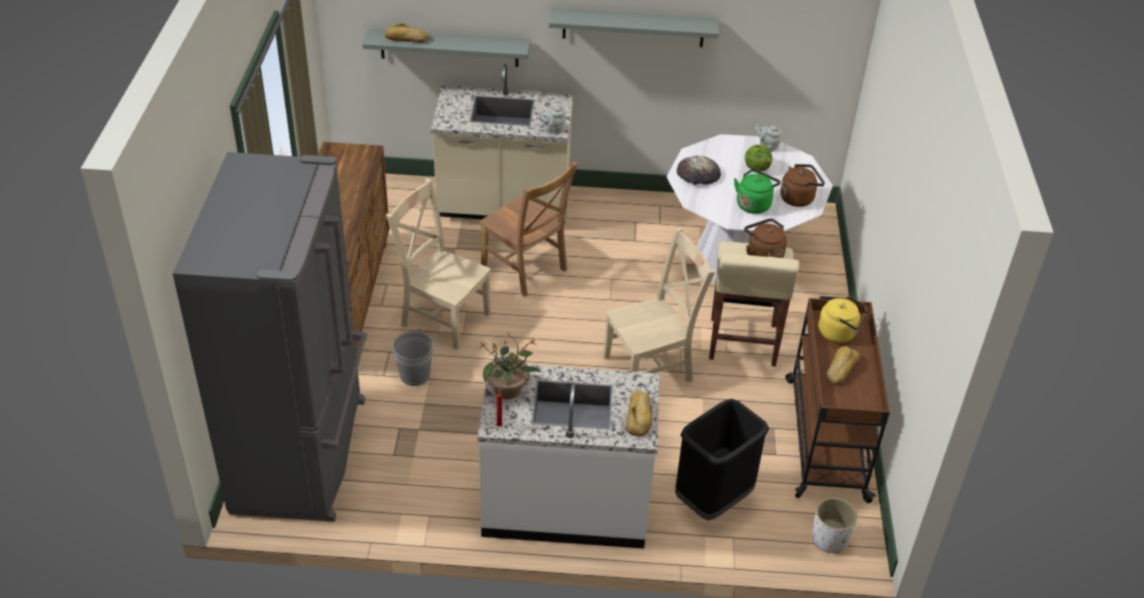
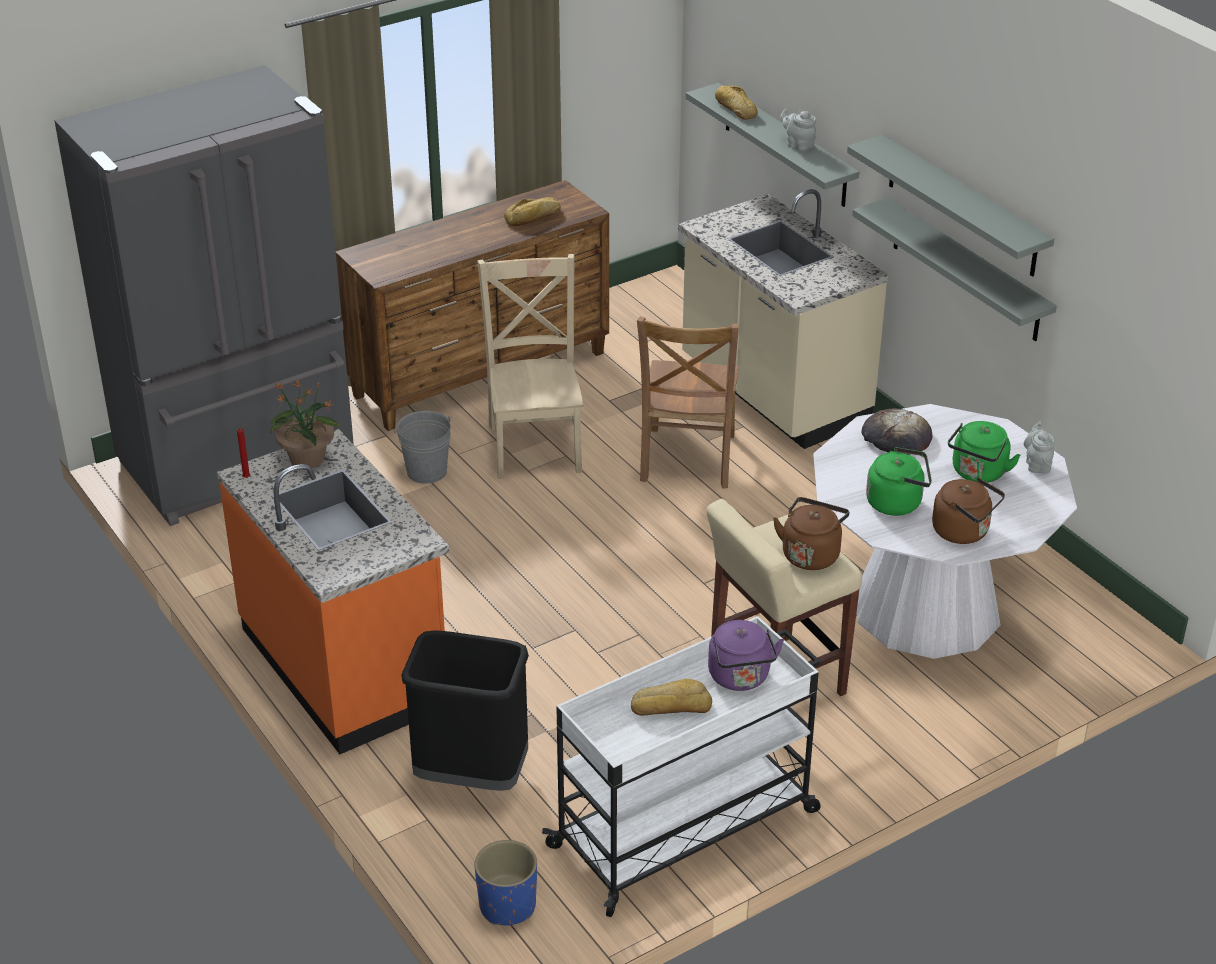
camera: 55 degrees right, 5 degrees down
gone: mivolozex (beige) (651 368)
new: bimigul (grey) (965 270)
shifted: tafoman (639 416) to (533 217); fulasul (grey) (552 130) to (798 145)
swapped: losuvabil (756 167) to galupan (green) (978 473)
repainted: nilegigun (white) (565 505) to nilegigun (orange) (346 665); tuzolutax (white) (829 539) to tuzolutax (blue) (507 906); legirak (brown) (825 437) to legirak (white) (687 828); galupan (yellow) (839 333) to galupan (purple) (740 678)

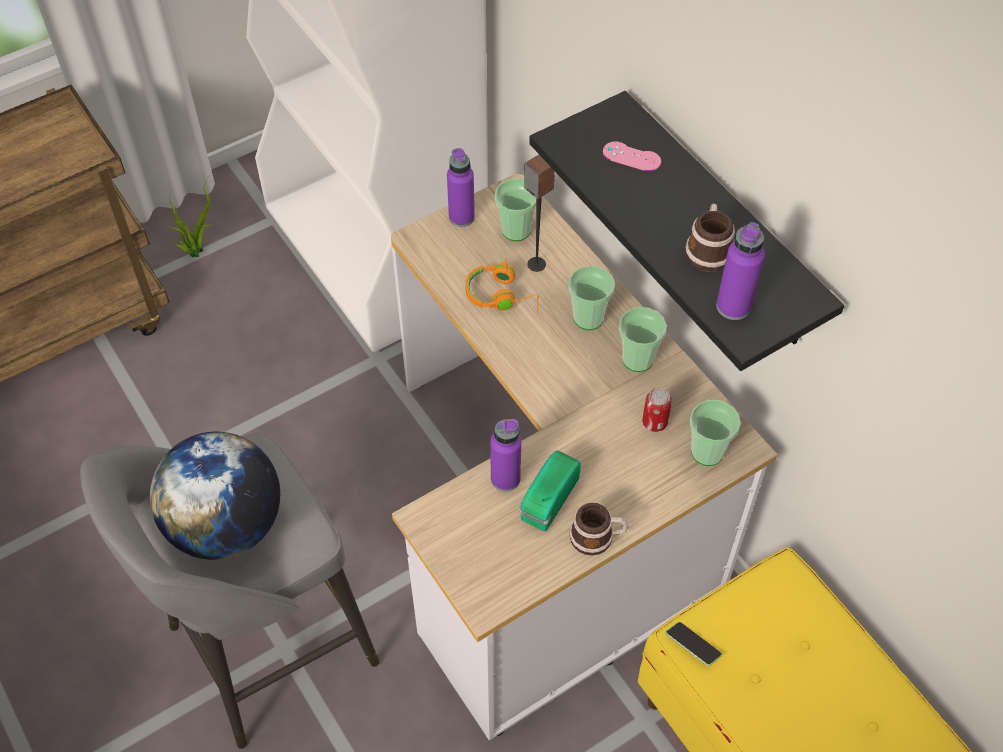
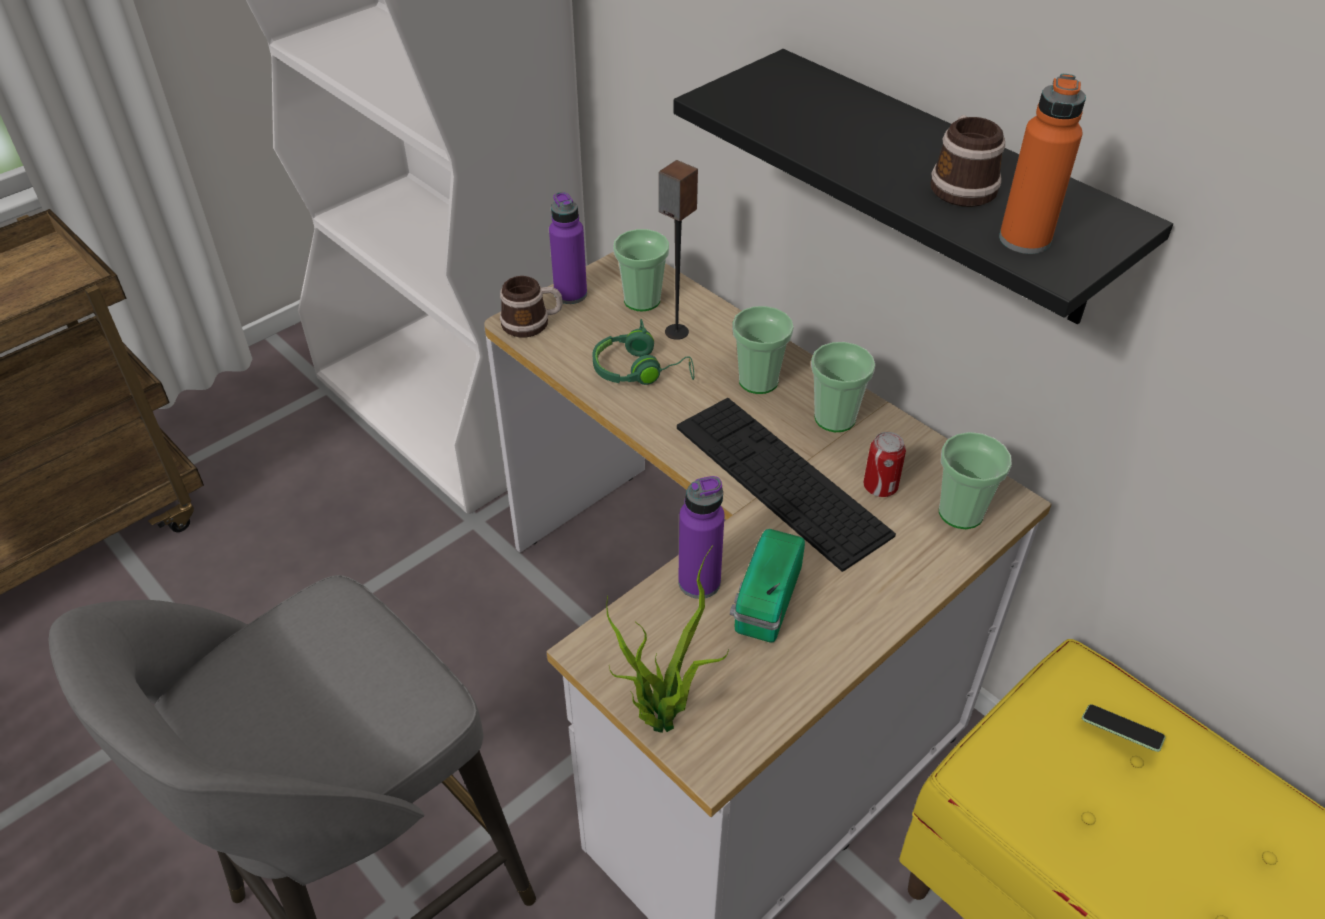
camera: 10 degrees left, 10 degrees down
gone: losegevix (227 525); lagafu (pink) (631 157)
new: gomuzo (780 479)
shifted: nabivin (597 537) to (532 323); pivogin (196 250) to (660 713); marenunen (692 647) to (1119 733)
repainted: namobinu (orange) (502 296) to namobinu (green) (641 370); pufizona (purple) (733 306) to pufizona (orange) (1024 240)

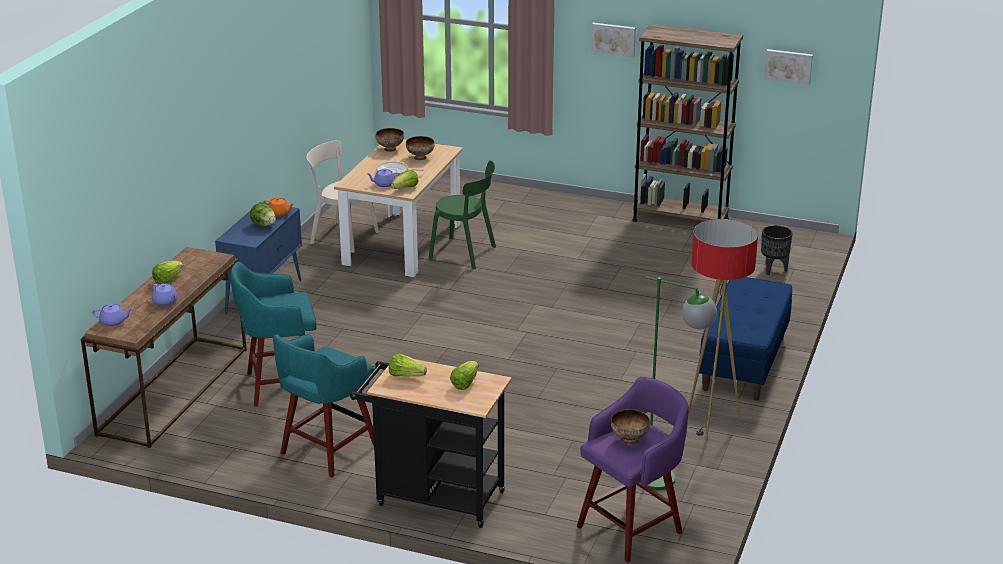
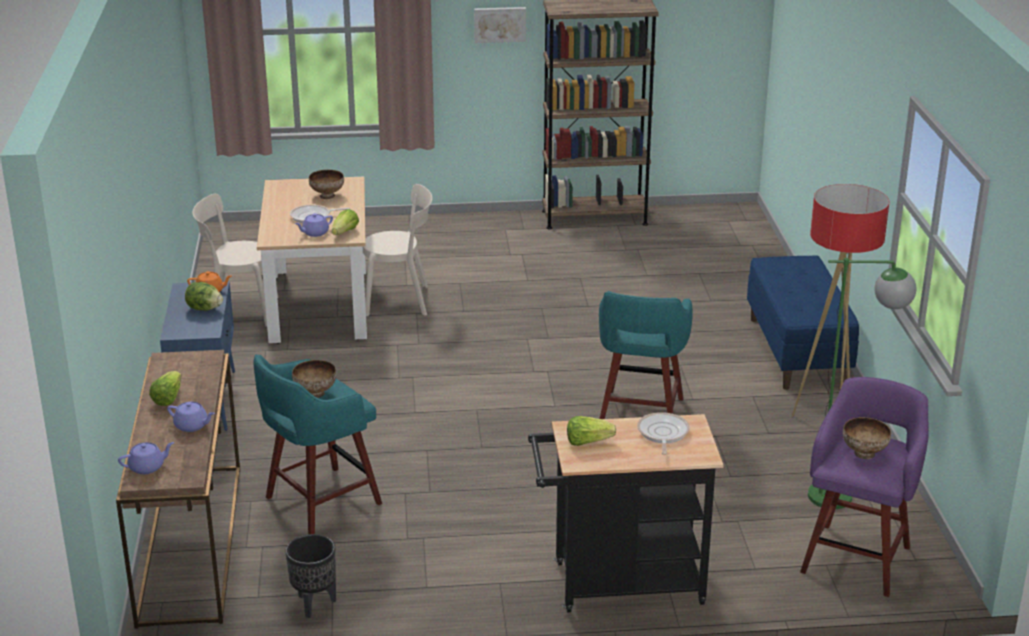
camera: 25 degrees left, 0 degrees up
gone: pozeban (788 66)
shifted: tuzolutax (black) (774 270) to (315 604); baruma (390 149) to (315 394); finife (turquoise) (327 450) to (640 416)
swapped: losuvabil (465 383) to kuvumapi (662 434)
repainted: mivolozex (green) (465 254) to mivolozex (beige) (401 300)

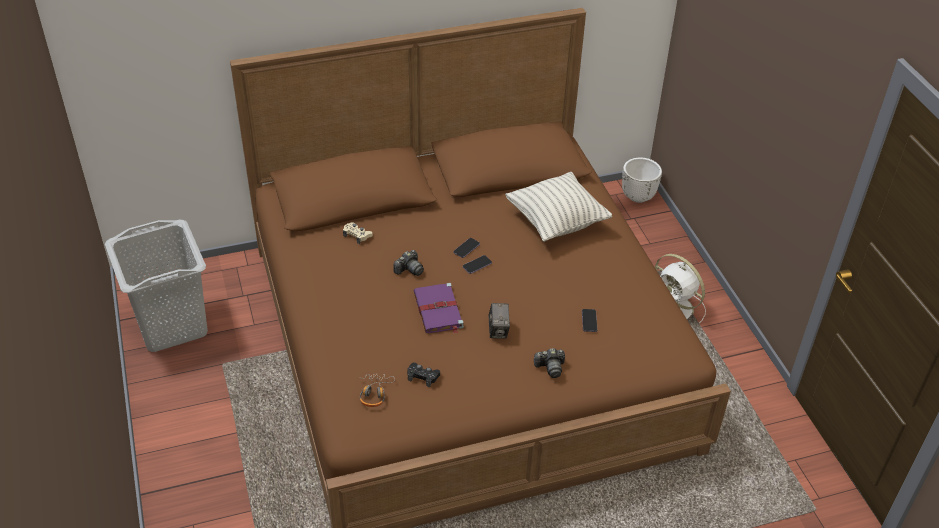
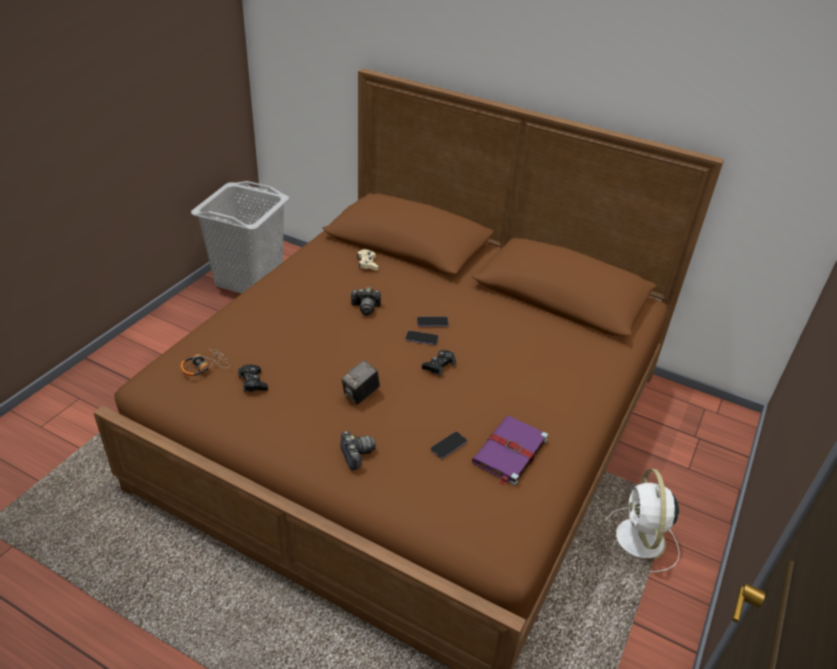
camera: 45 degrees right, 5 degrees down
gone: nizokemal (556 222); tuzolutax (white) (638 196)
new: lagafu (black) (439 366)
shifted: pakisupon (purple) (438 311) to (509 452)
rotated: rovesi (550 367) = (356 455) 150 degrees counterclockwise

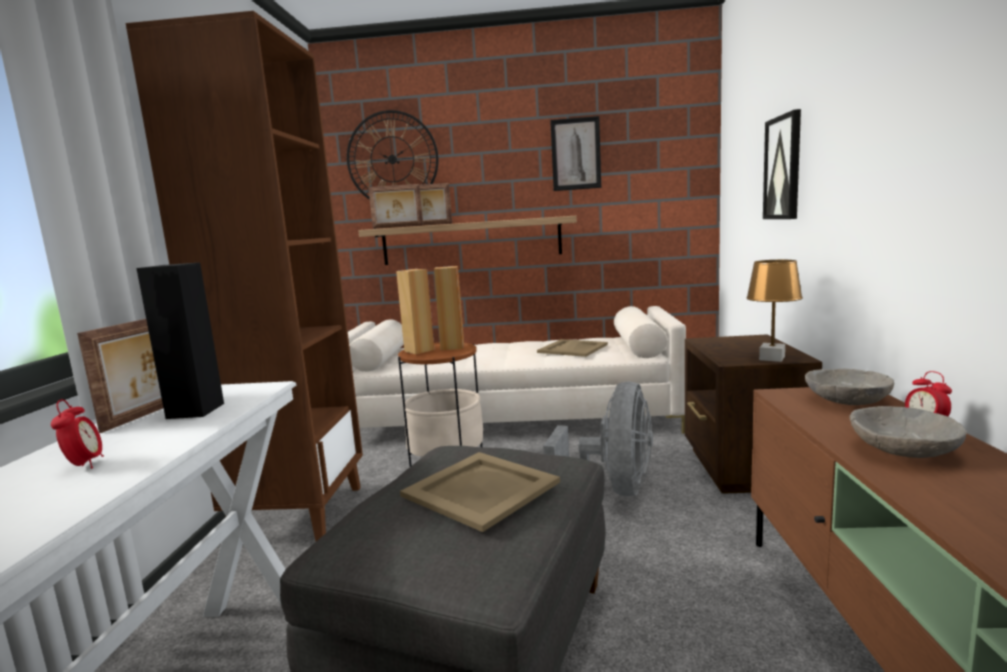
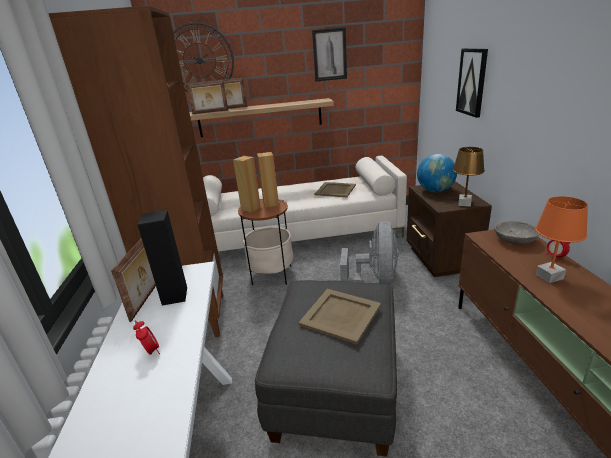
camera: 10 degrees left, 15 degrees up
new: losegevix (435 191)
swapped: baruma (grey) (902 451) to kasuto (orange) (549 276)

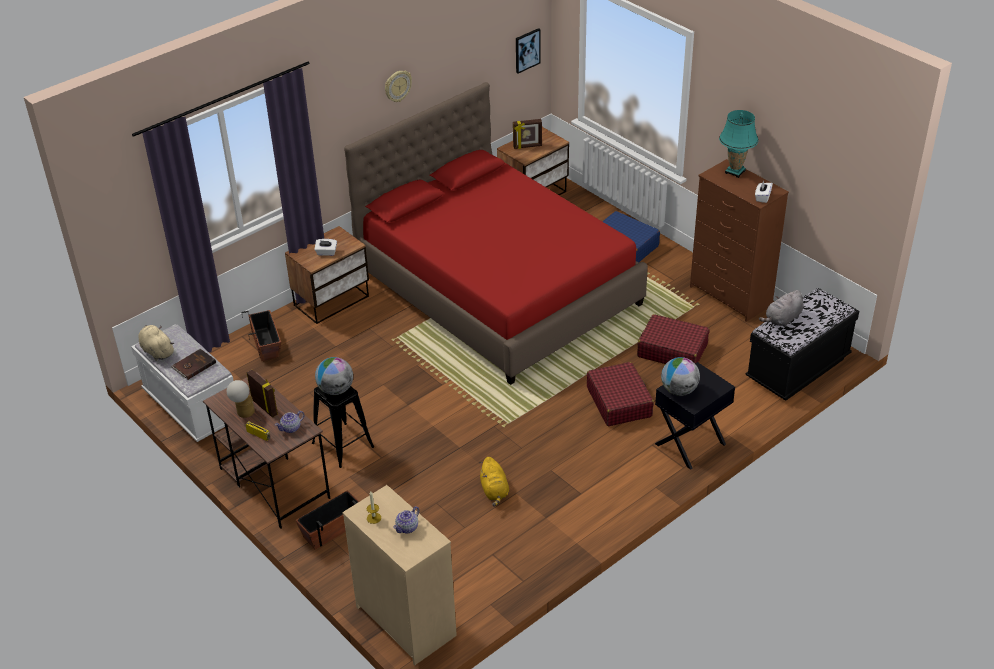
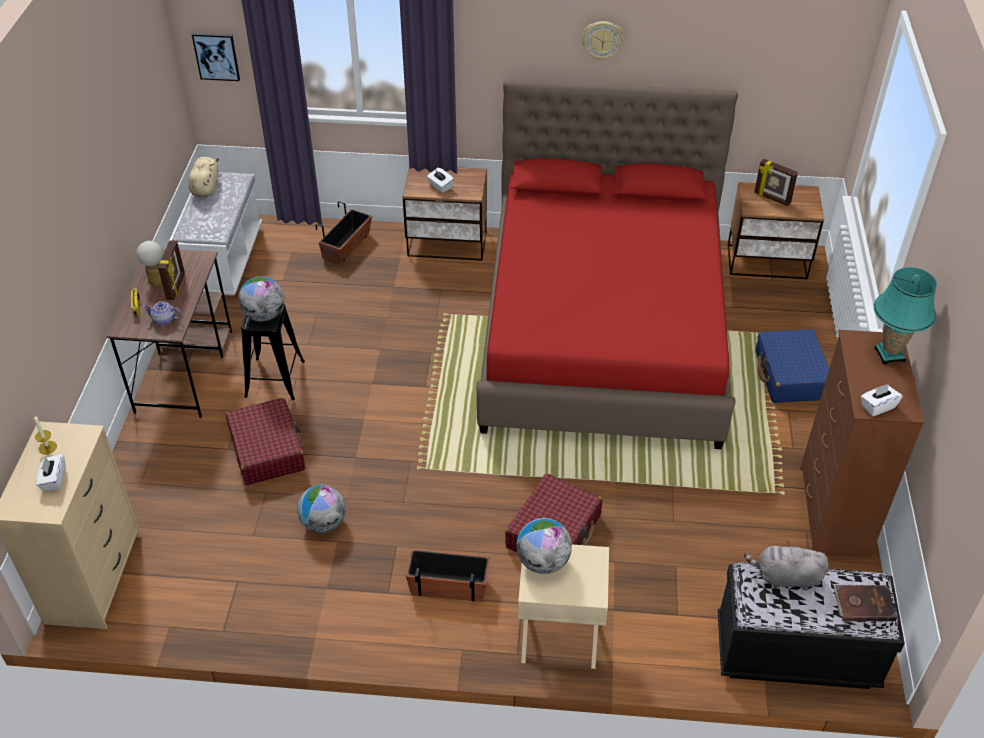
camera: 45 degrees right, 5 degrees up
shifted: pozeban (527 50) to (216 56); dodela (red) (672 350) to (267 450); tuzolutax (332 529) to (448 585); pakisupon (brown) (193 365) to (863 604)
swapped: fulasul (407 527) to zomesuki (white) (54 480); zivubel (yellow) (494 491) to losegevix (323 523)
repainted: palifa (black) (691 444) to palifa (beige) (559 636)

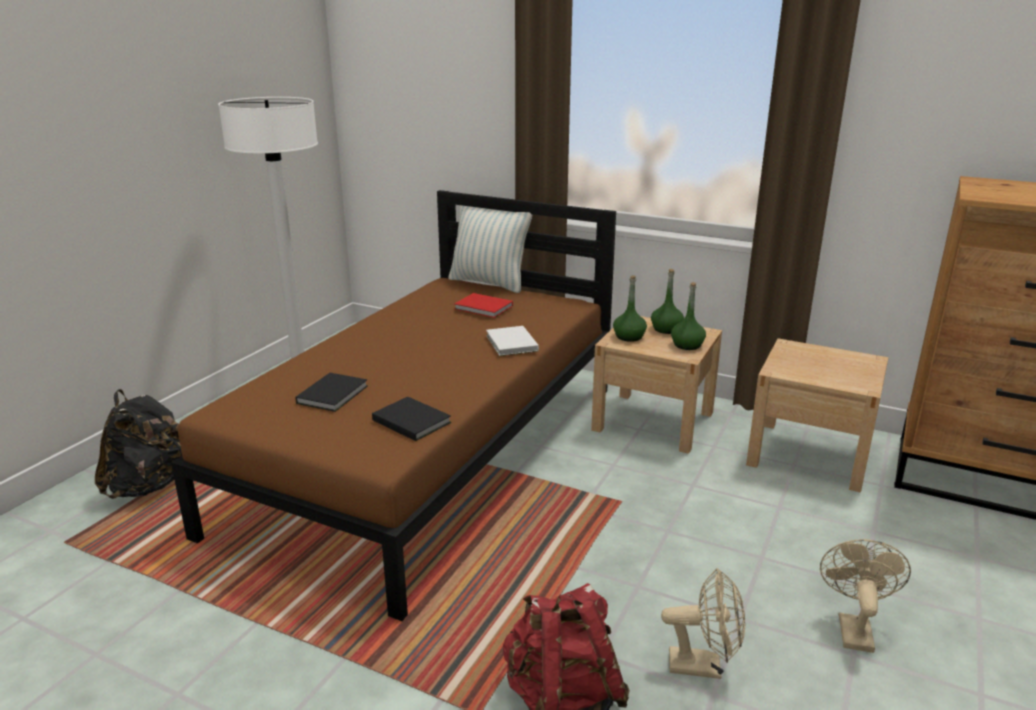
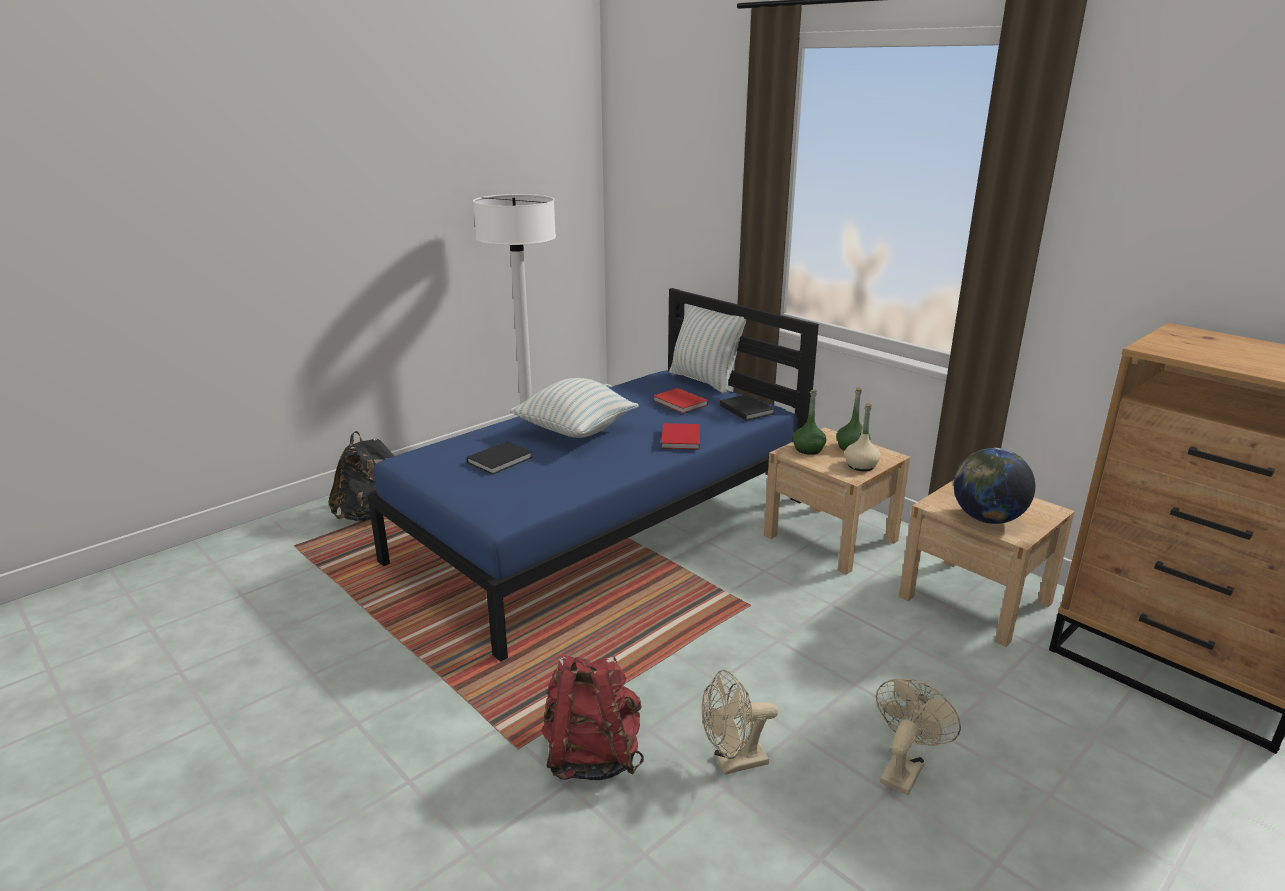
camera: 20 degrees right, 0 degrees up
new: nizokemal (575 432); losegevix (987 519)
shifted: pakisupon (black) (411 420) to (746 409)
repainted: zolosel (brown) (431 454) to zolosel (blue) (605 530); pakisupon (white) (511 344) to pakisupon (red) (679 439); pufizona (green) (687 345) to pufizona (beige) (861 466)
rotated: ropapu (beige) (703 666) = (733 763) 135 degrees clockwise

